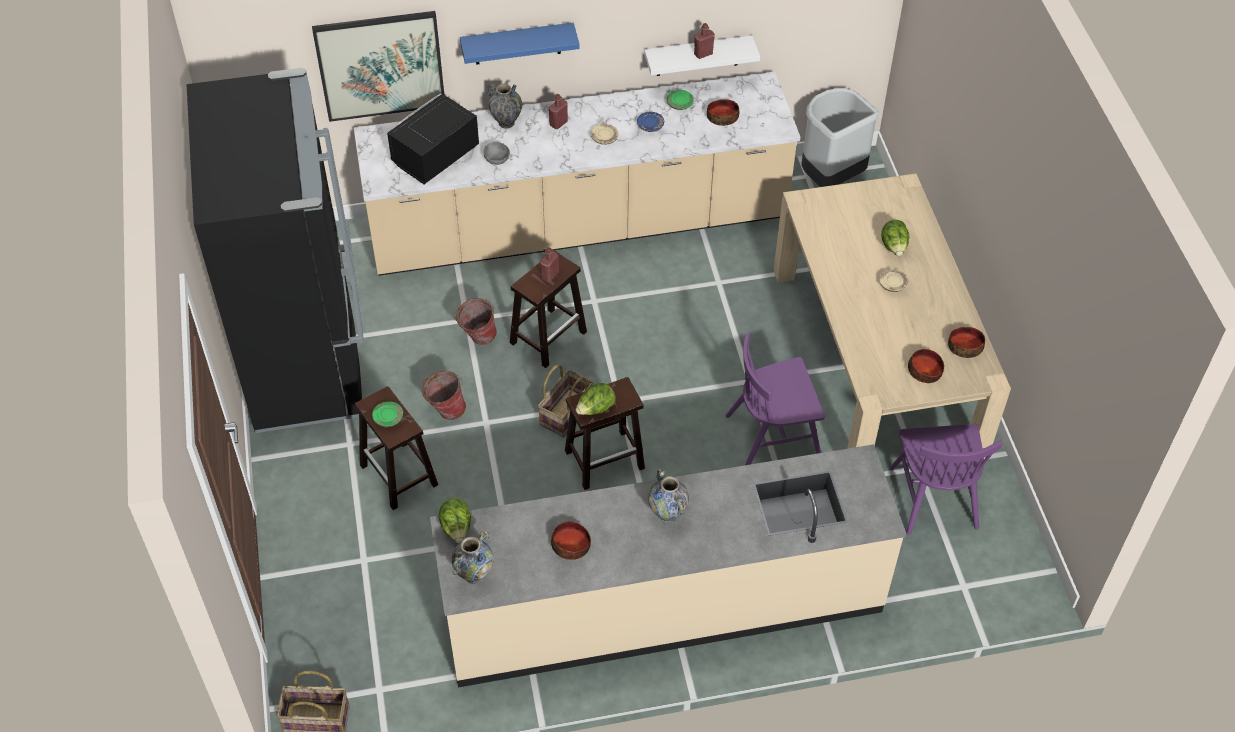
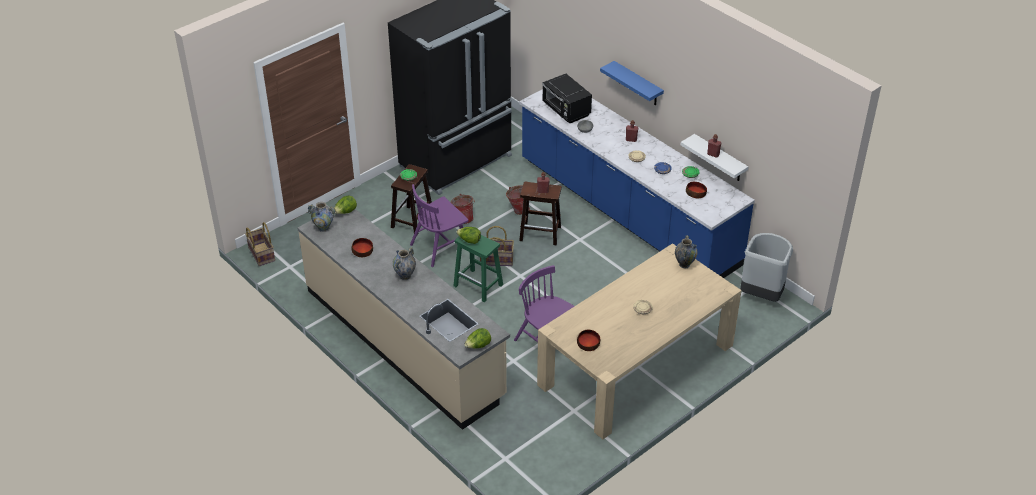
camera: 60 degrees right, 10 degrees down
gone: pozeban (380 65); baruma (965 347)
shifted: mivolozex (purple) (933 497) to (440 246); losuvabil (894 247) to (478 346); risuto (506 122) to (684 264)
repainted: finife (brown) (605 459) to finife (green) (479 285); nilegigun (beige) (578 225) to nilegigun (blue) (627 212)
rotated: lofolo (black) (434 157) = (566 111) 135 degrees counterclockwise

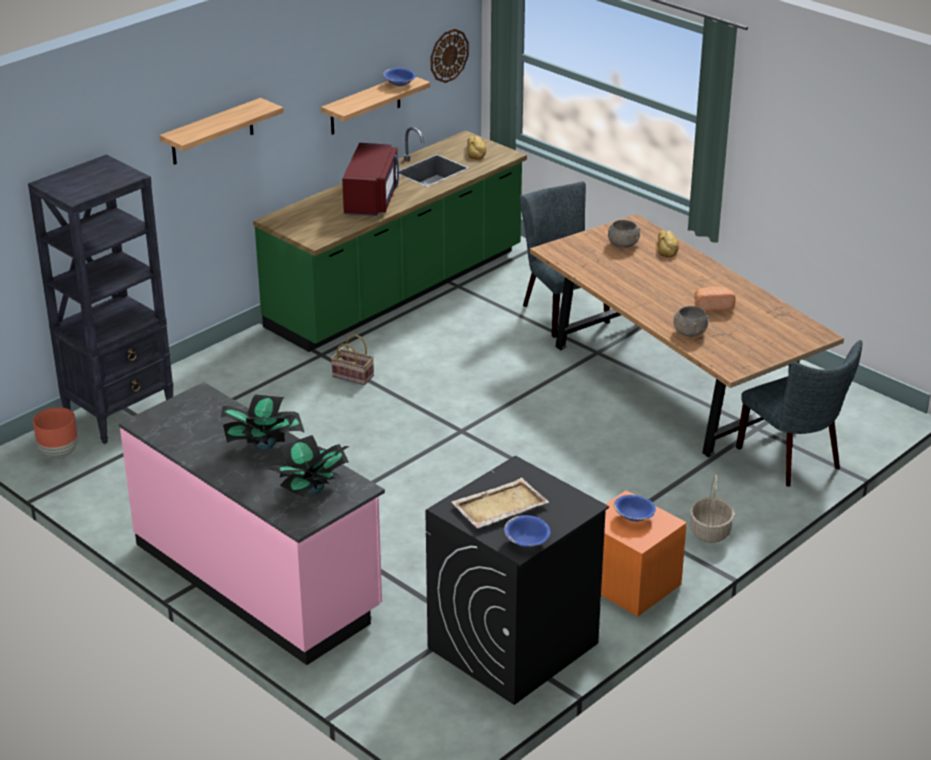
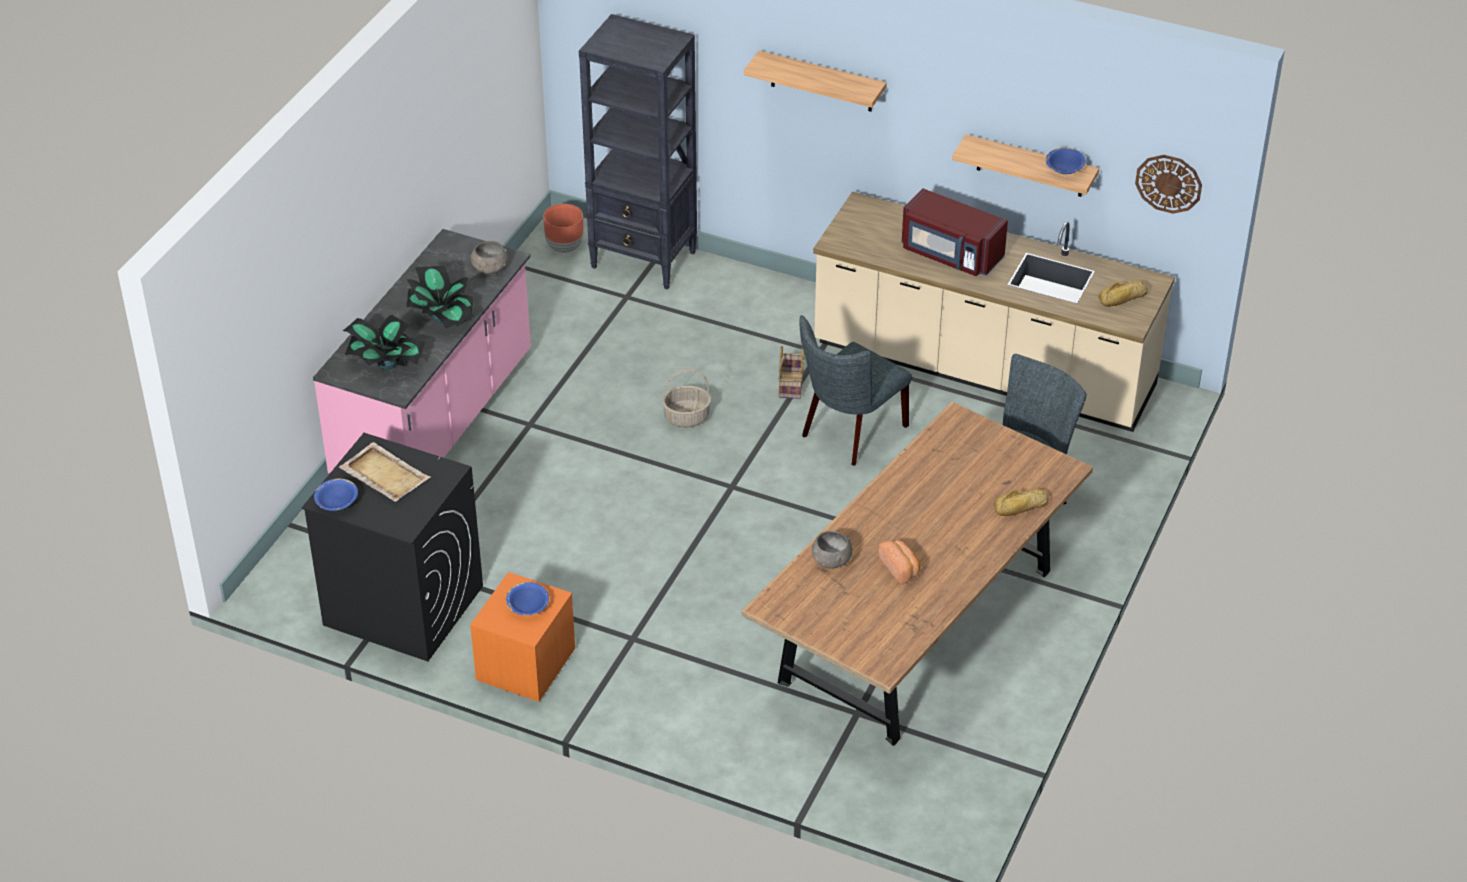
camera: 70 degrees right, 10 degrees up
shifted: baruma (grey) (623 244) to (489 268); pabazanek (709 531) to (687 417); mivolozex (grey) (793 460) to (849 433)
repainted: nilegigun (green) (397 290) to nilegigun (beige) (983 368)
rotated: lofolo (red) (372 199) = (950 254) 45 degrees clockwise

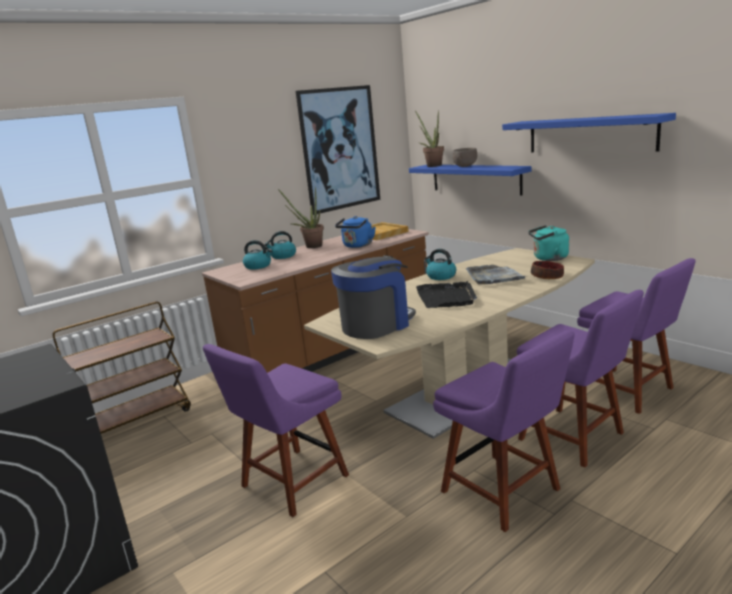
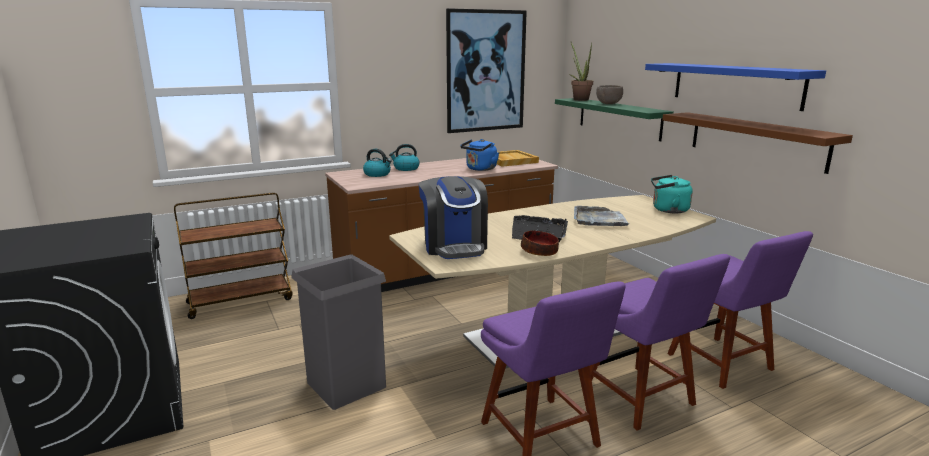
camera: 10 degrees right, 0 degrees up
gone: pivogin (310 246); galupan (440 276)
new: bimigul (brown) (756 140)
shifted: baruma (547 277) to (539 251)
swapped: mivolozex (purple) (290 483) to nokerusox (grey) (346 384)
repainted: bimigul (blue) (475 178) to bimigul (green) (619 118)
rotated: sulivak (376 324) = (454 246) 105 degrees clockwise

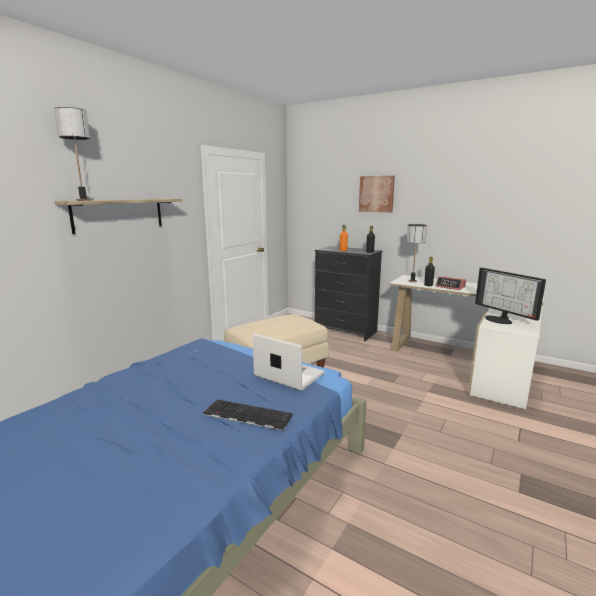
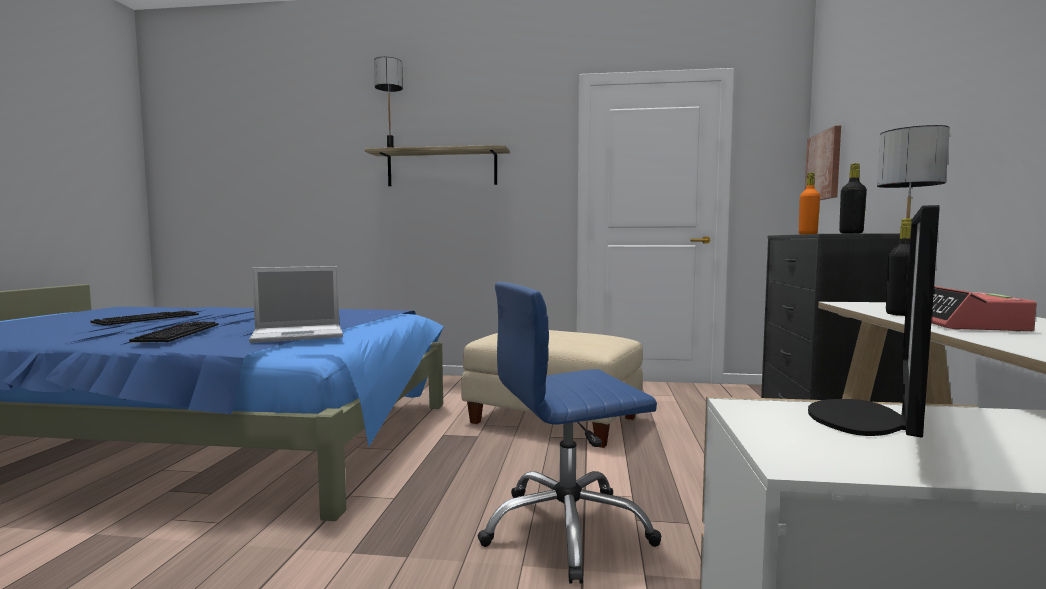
camera: 65 degrees right, 10 degrees down
new: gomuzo (148 318); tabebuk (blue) (567 530)
shifted: pozeban (376 194) to (824 166)
rotated: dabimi (288 374) = (300 334) 60 degrees clockwise

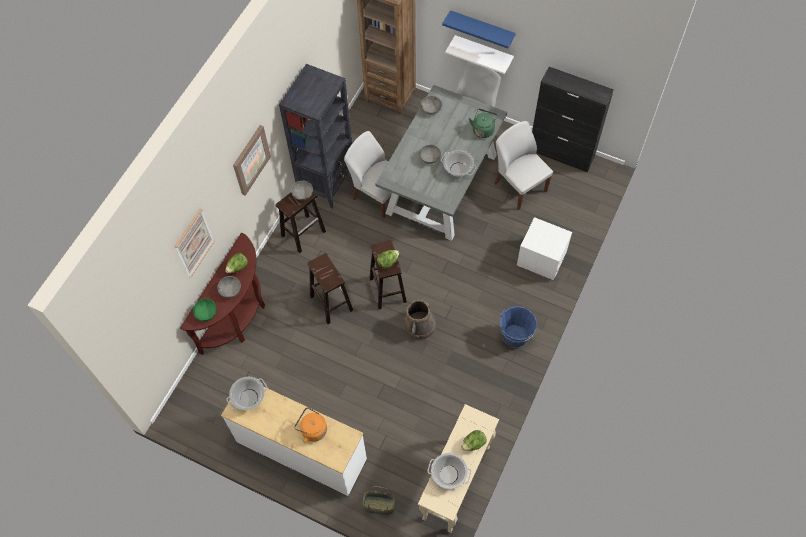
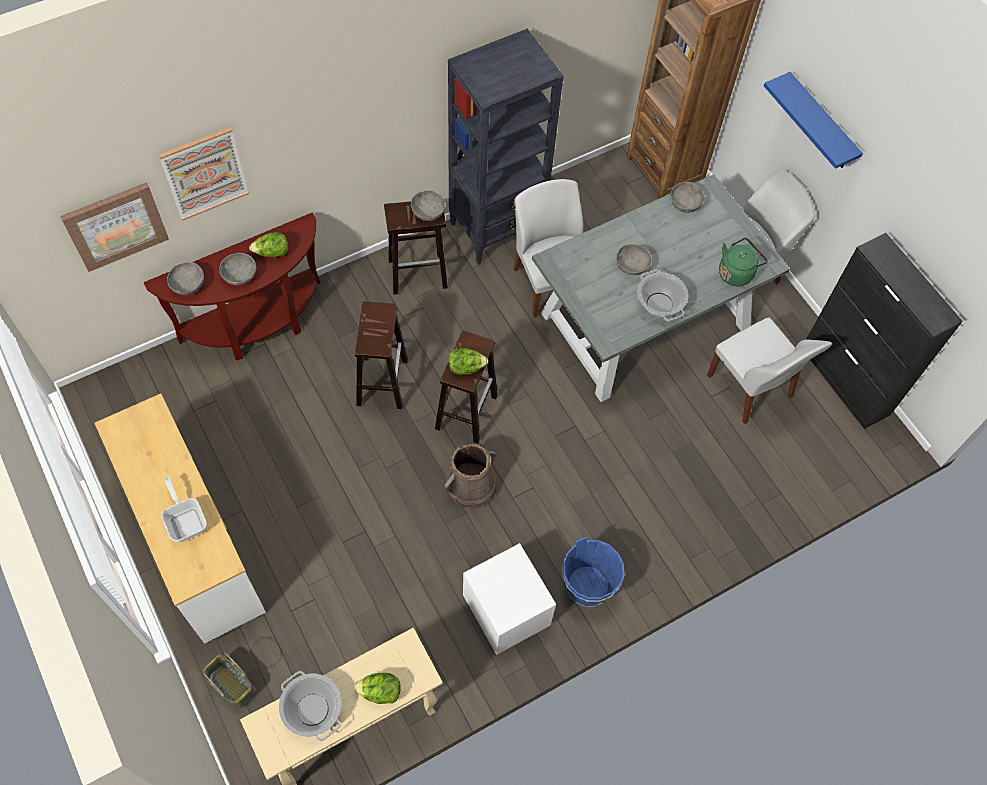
camera: 30 degrees right, 0 degrees up
gone: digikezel (249 397); bimigul (white) (483 52)
shifted: pozeban (250 160) to (115 225); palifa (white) (541 259) to (506 610)
swapped: galupan (orange) (312 430) to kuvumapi (186 520)
repainted: baruma (green) (206 313) to baruma (grey) (188 285)
rotated: mivolozex (white) (519 186) = (751 388) 150 degrees clockwise

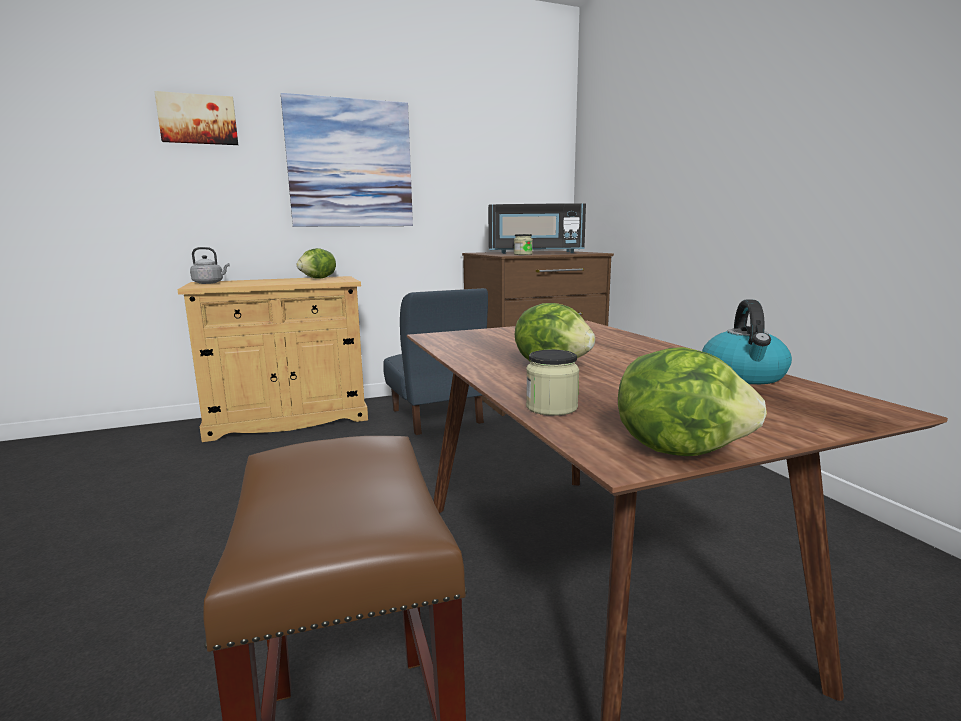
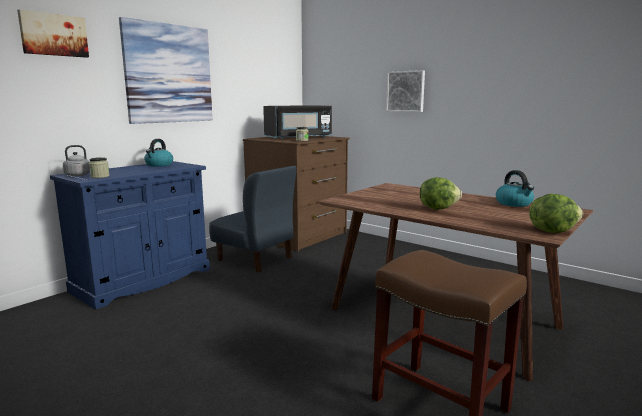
camera: 30 degrees left, 0 degrees up
new: pozeban (406 91)
shifted: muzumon (551 407) to (100 176)
swapped: losuvabil (319 278) to galupan (159 165)
repainted: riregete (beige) (288 419) to riregete (blue) (143 280)

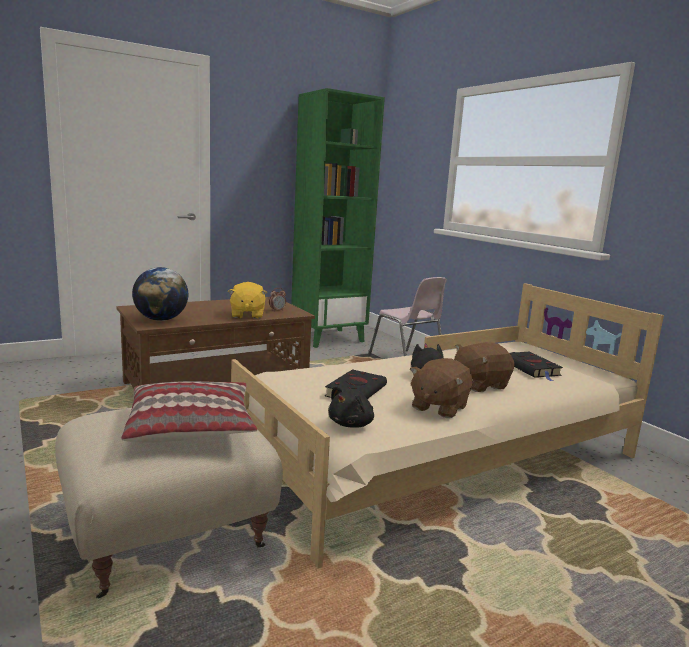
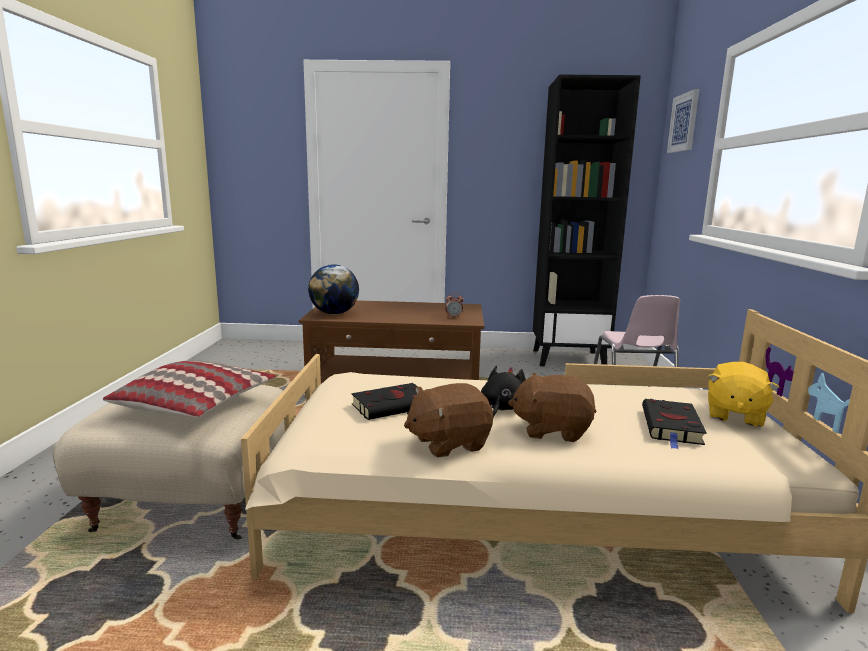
camera: 35 degrees right, 0 degrees up
gone: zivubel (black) (352 424)
new: pozeban (684 122)
shifted: zivubel (yellow) (247 315) to (734 415)
repainted: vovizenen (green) (328 338) to vovizenen (black) (569 358)

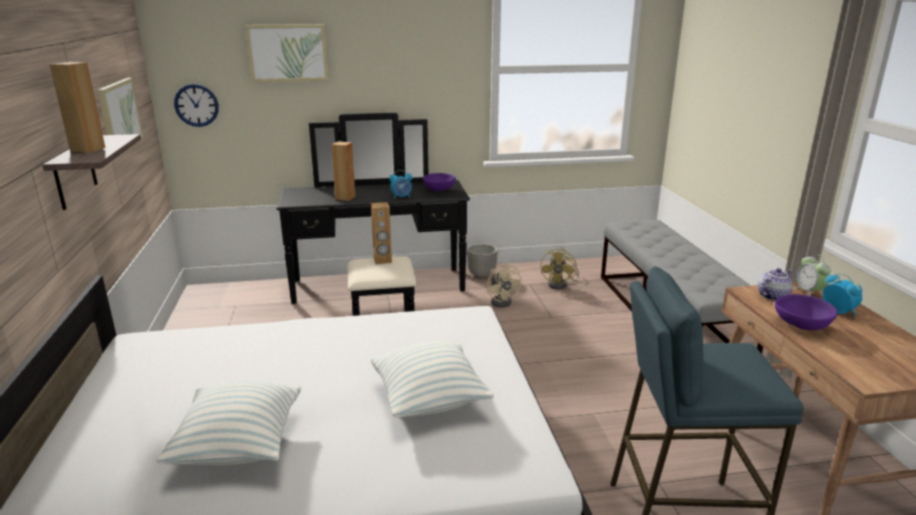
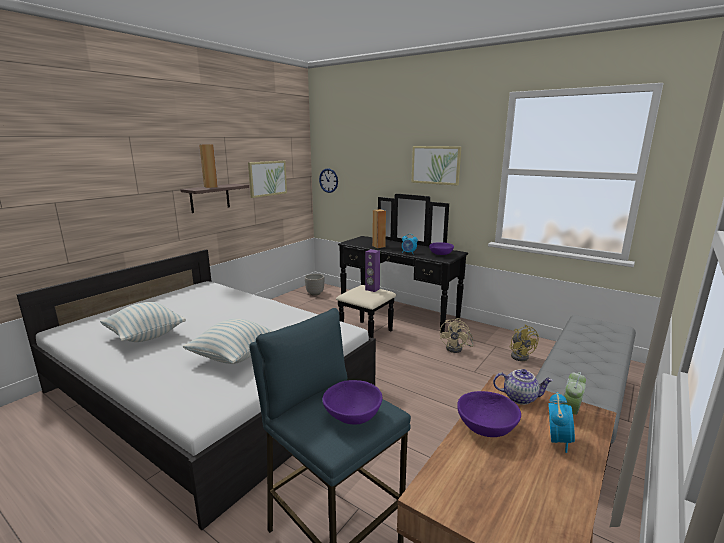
camera: 45 degrees right, 5 degrees down
new: baruma (purple) (351 416)
shifted: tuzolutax (482 275) to (315 293); pozeban (288 53) to (436 165)
repainted: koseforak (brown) (382 261) to koseforak (purple) (372 289)
rotated: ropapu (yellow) (561 284) = (520 355) 75 degrees counterclockwise

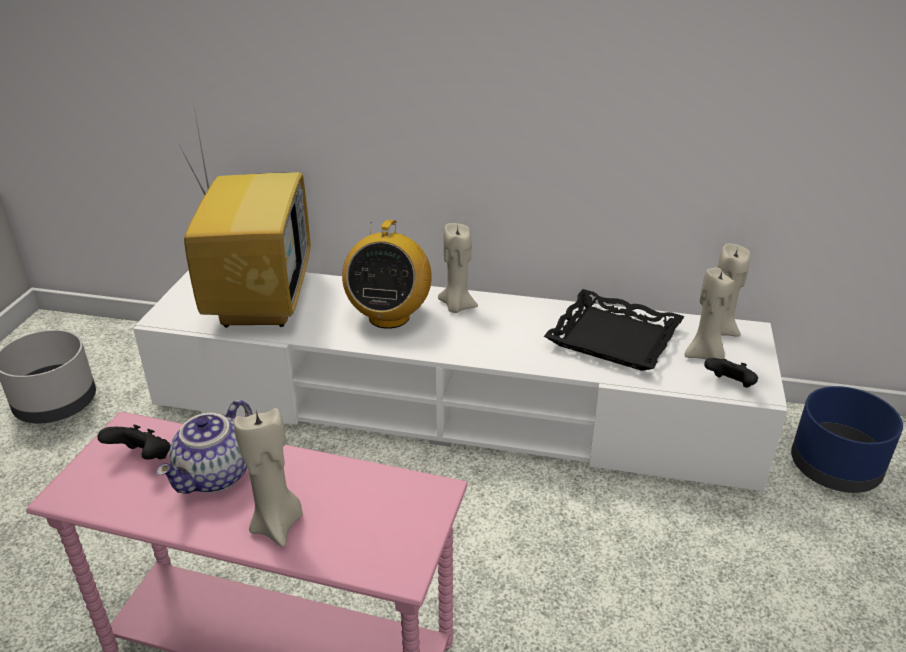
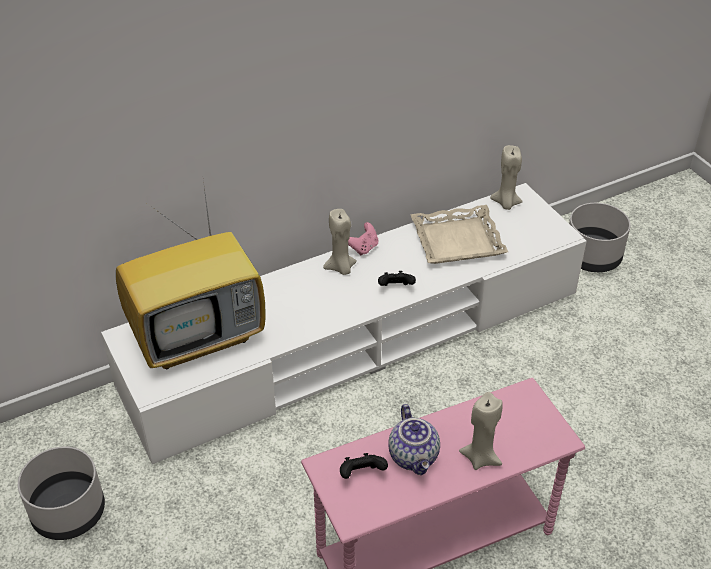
camera: 40 degrees left, 10 degrees up
gone: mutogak (389 316); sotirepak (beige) (705 355)
new: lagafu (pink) (363 248)
shifted: lagafu (black) (729 385) to (395 288)
repainted: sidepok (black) (613 339) to sidepok (beige) (457 241); tuzolutax (blue) (835 469) to tuzolutax (grey) (593 257)
rotated: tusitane (259 298) = (199 336) 105 degrees clockwise

